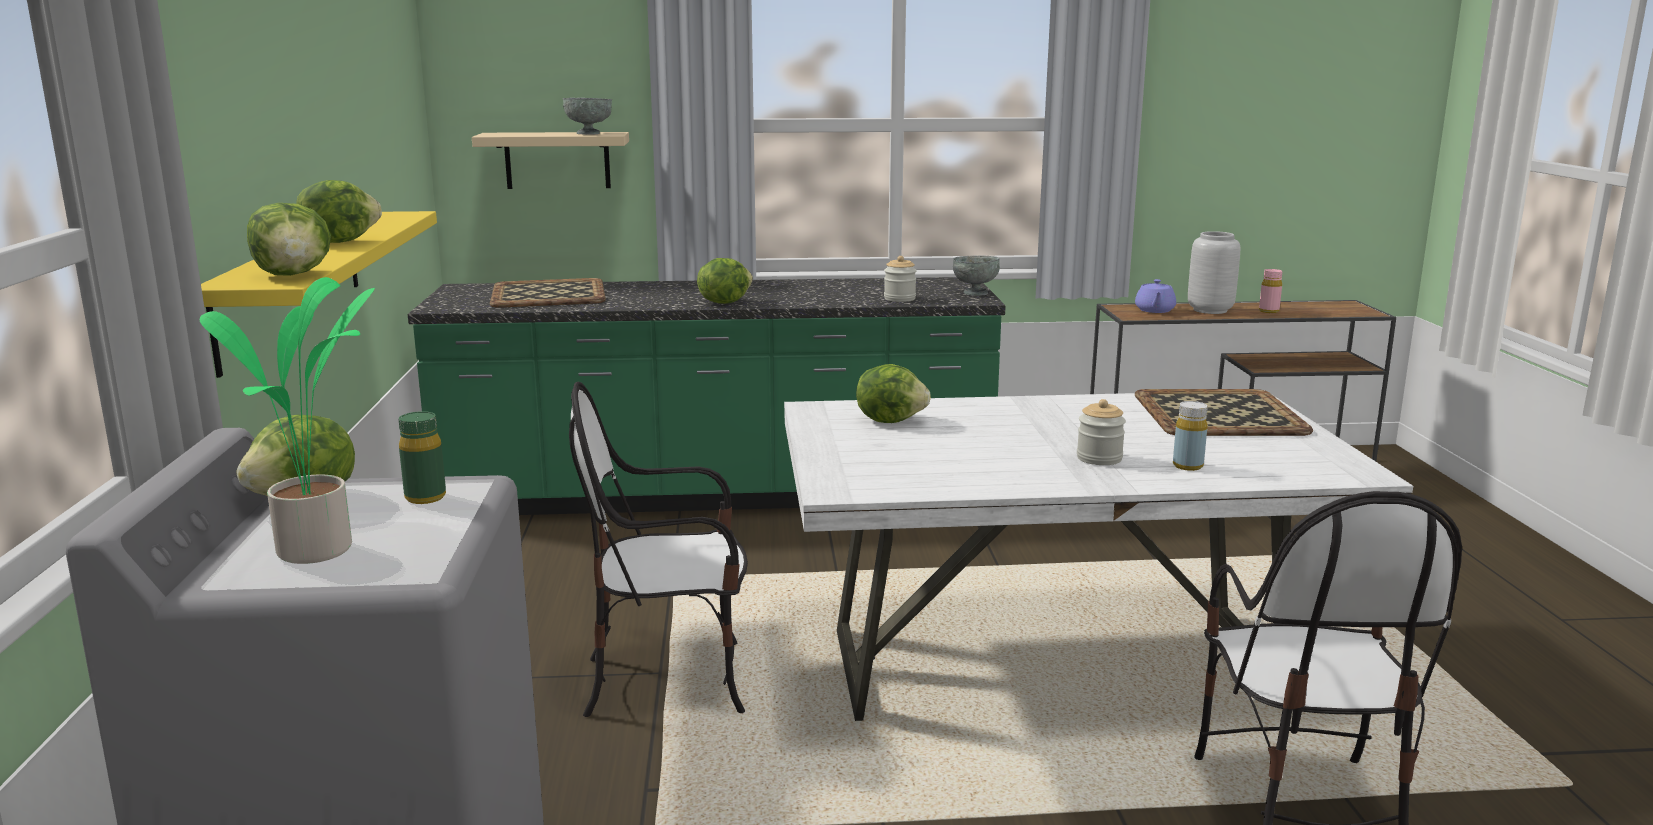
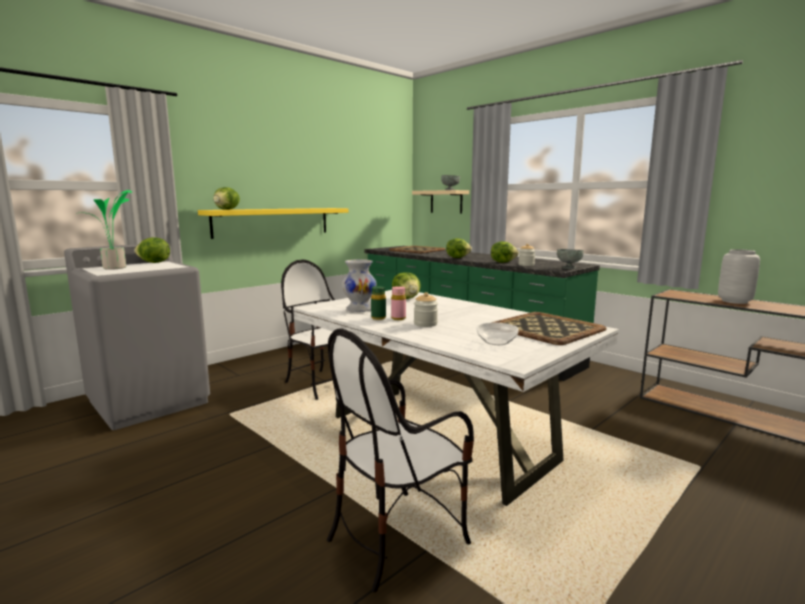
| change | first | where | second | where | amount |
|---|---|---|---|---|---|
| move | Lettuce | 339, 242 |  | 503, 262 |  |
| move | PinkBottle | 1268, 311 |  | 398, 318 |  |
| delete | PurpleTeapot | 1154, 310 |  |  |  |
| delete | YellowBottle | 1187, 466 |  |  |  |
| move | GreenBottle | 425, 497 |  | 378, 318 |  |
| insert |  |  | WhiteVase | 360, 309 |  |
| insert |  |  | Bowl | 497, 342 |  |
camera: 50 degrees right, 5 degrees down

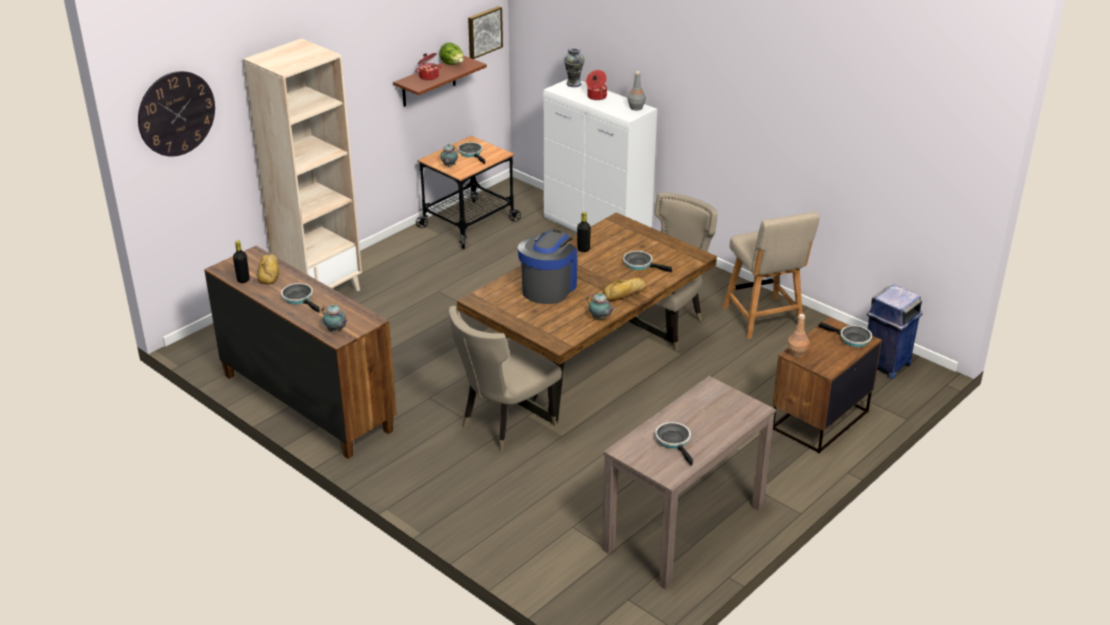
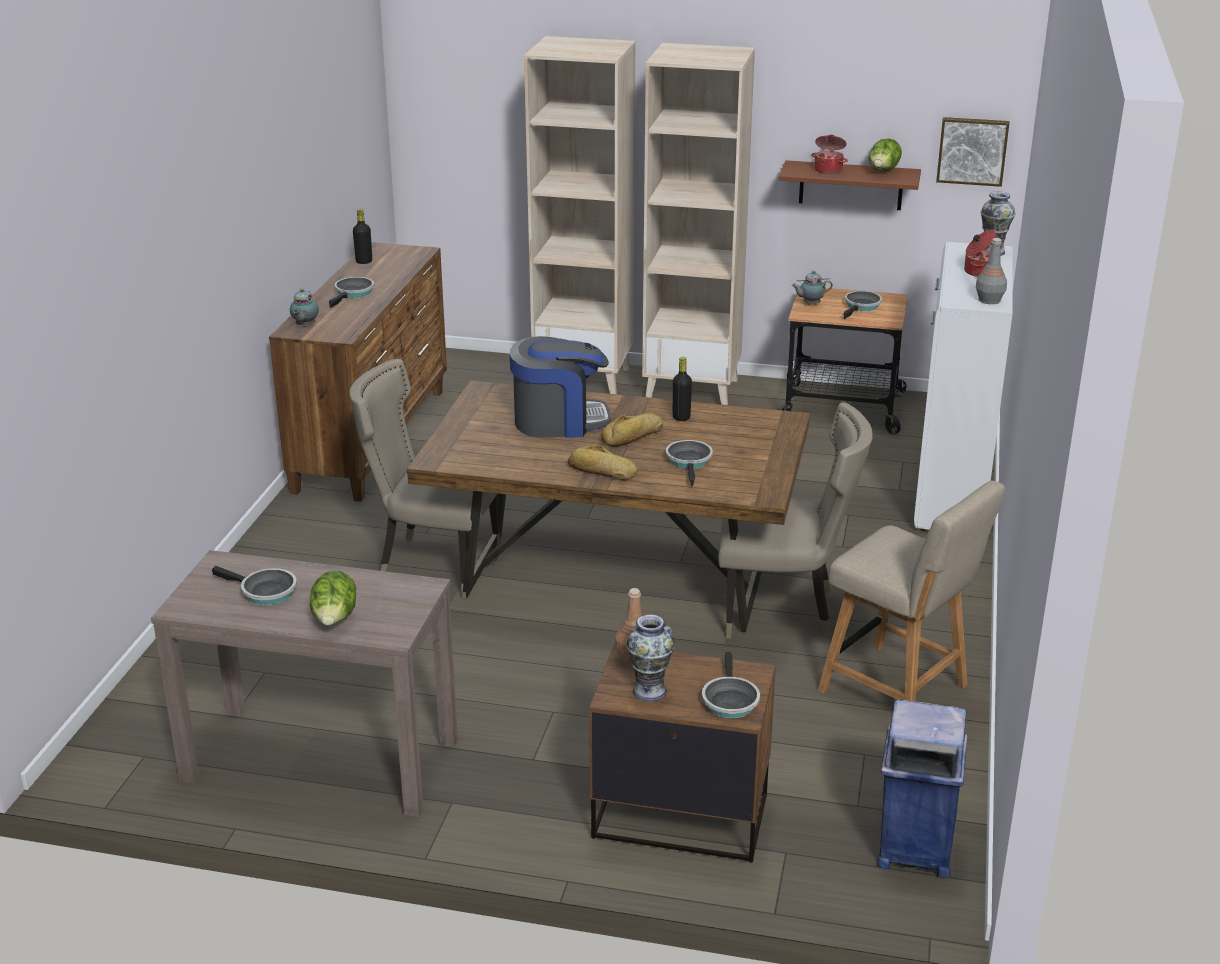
| change | first | where | second | where | amount |
|---|---|---|---|---|---|
| delete | WallClock | 176, 113 |  |  |  |
| rotate | BeigeChair | 764, 319 |  | 899, 691 | 90 degrees counterclockwise |
| move | Bread | 270, 272 |  | 634, 436 |  |
| delete | Teapot | 600, 318 |  |  |  |
| rotate | FryingPan | 674, 441 |  | 264, 592 | 75 degrees clockwise |
| insert |  |  | BeigeBookcase | 693, 389 |  |
| insert |  |  | Lettuce | 335, 620 |  |
| insert |  |  | Vase | 649, 691 |  |
camera: 60 degrees right, 5 degrees down

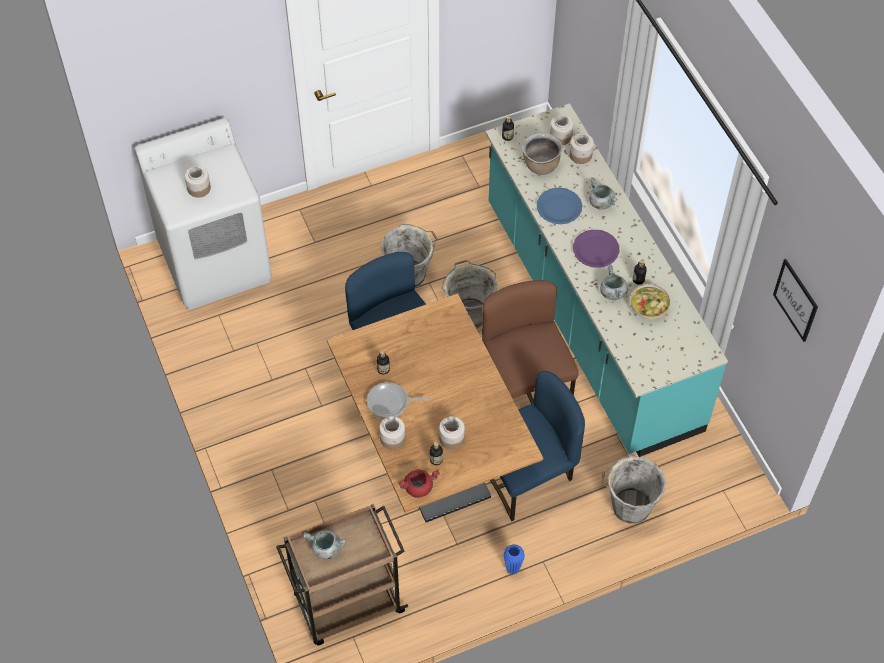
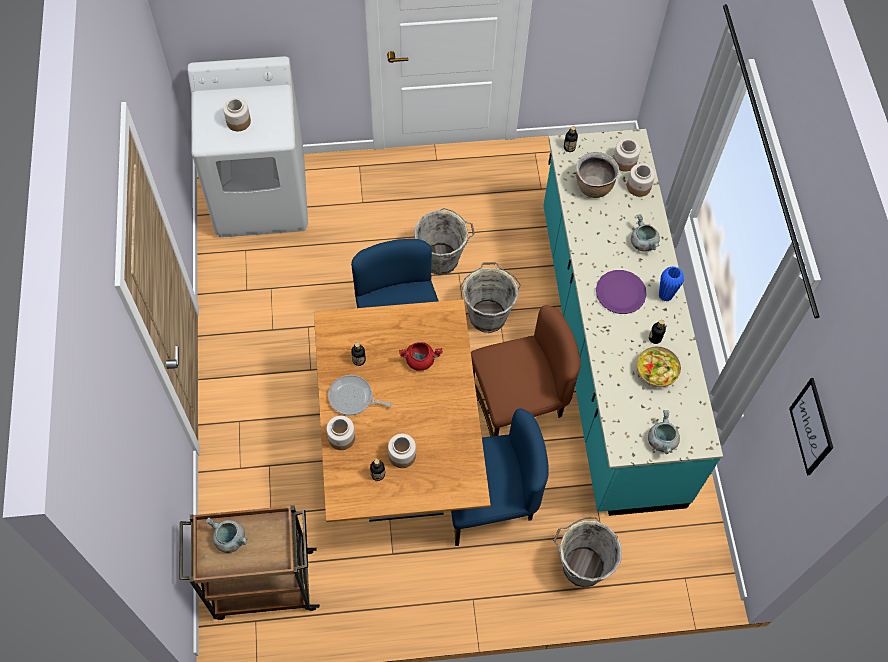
| change | first | where | second | where | amount |
|---|---|---|---|---|---|
| delete | BluePlate | 559, 207 |  |  |  |
| move | GreyCookingPot | 612, 292 |  | 661, 440 |  |
| rotate | BrownChair | 525, 384 |  | 518, 404 | 75 degrees clockwise |
| move | RedCookingPot | 418, 487 |  | 420, 360 |  |
| move | BlueVase | 512, 568 |  | 665, 295 |  |
camera: 15 degrees right, 5 degrees up

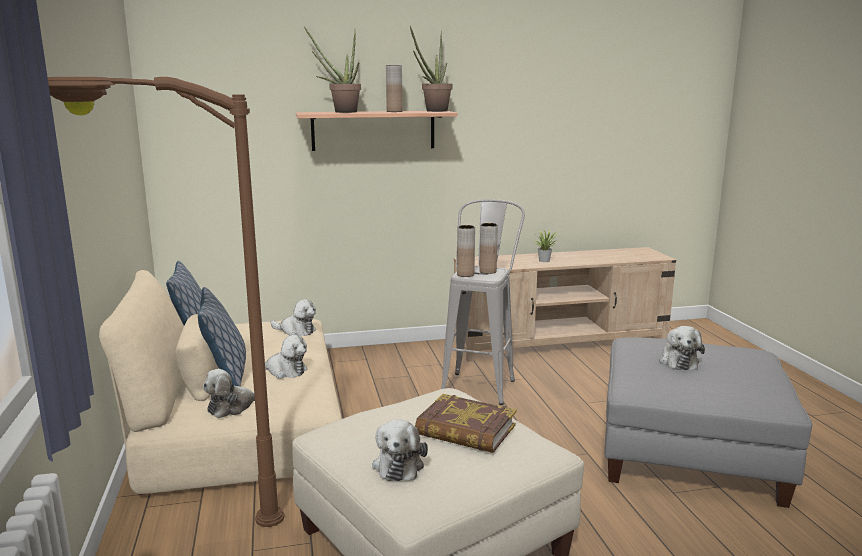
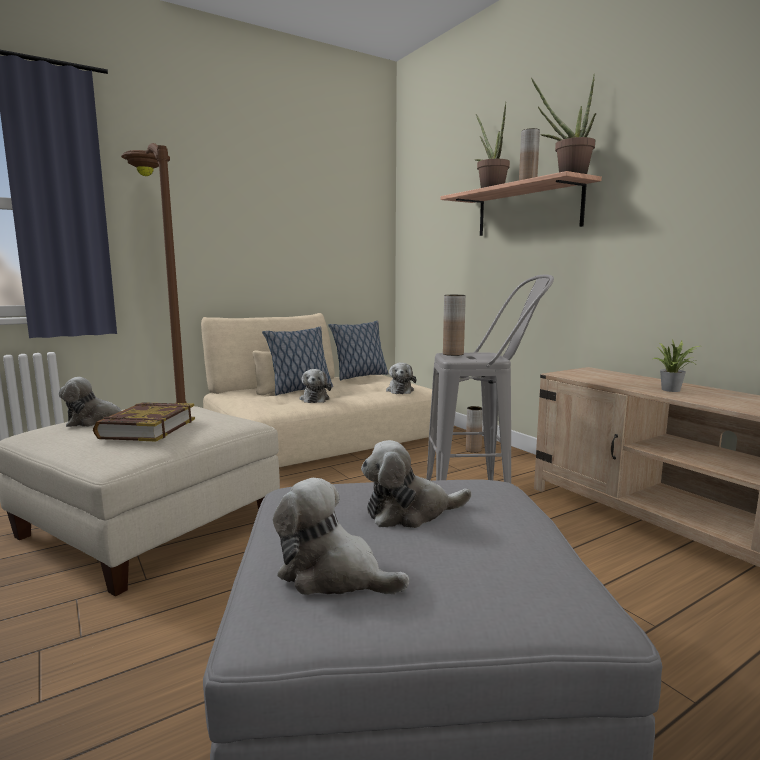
| change | first | where | second | where | amount |
|---|---|---|---|---|---|
| move | BrownVase | 487, 271 |  | 473, 450 |  |
| move | PlushToy | 233, 407 |  | 333, 575 |  |
camera: 70 degrees right, 5 degrees down

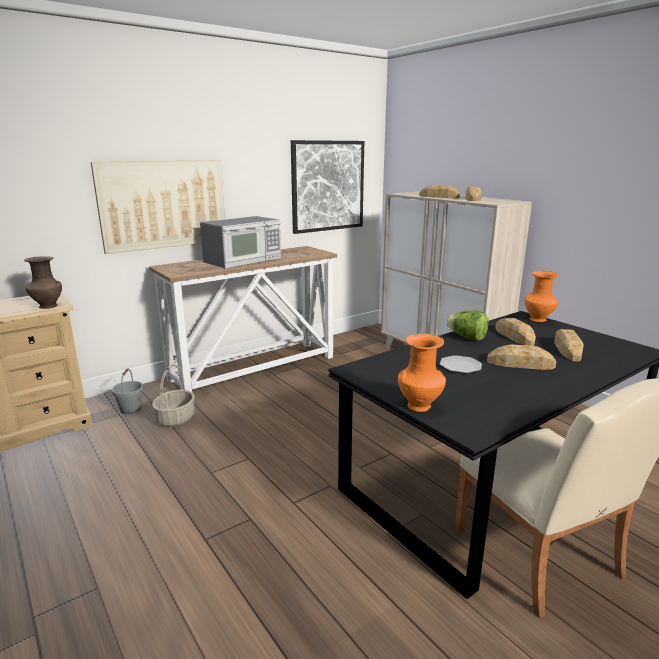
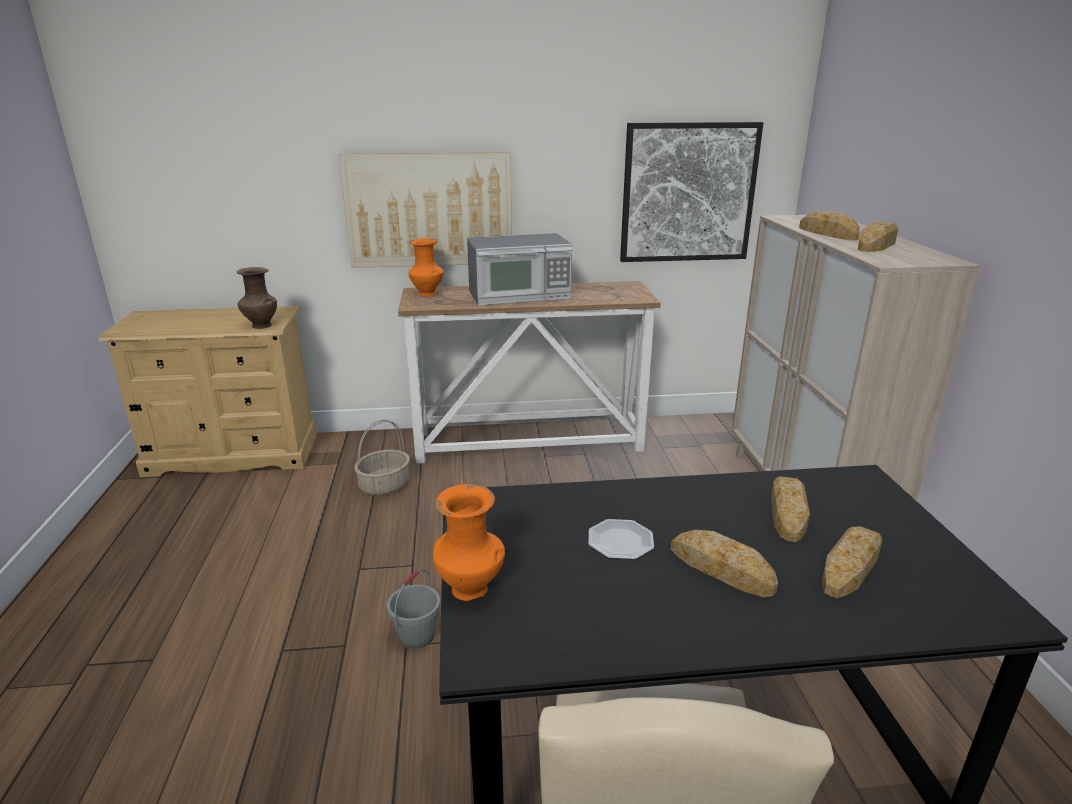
| change | first | where | second | where | amount |
|---|---|---|---|---|---|
| move | OrangeVase | 538, 320 |  | 427, 294 |  |
| delete | Lettuce | 467, 337 |  |  |  |
| move | GreyBucket | 130, 409 |  | 416, 636 |  |
camera: 30 degrees right, 5 degrees up

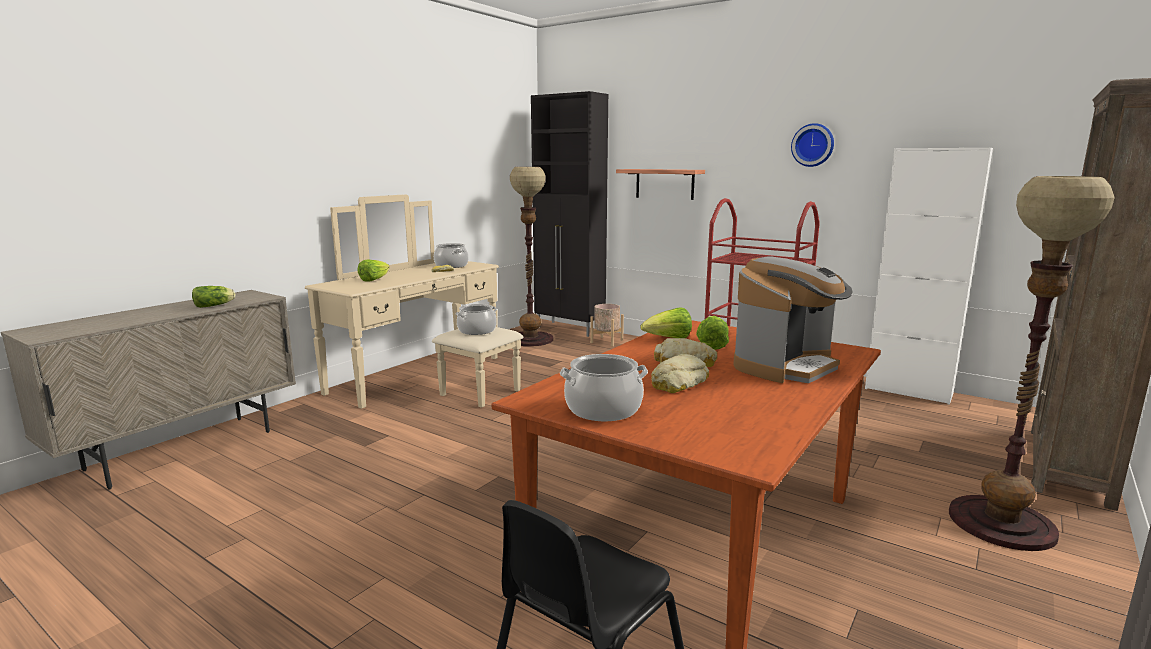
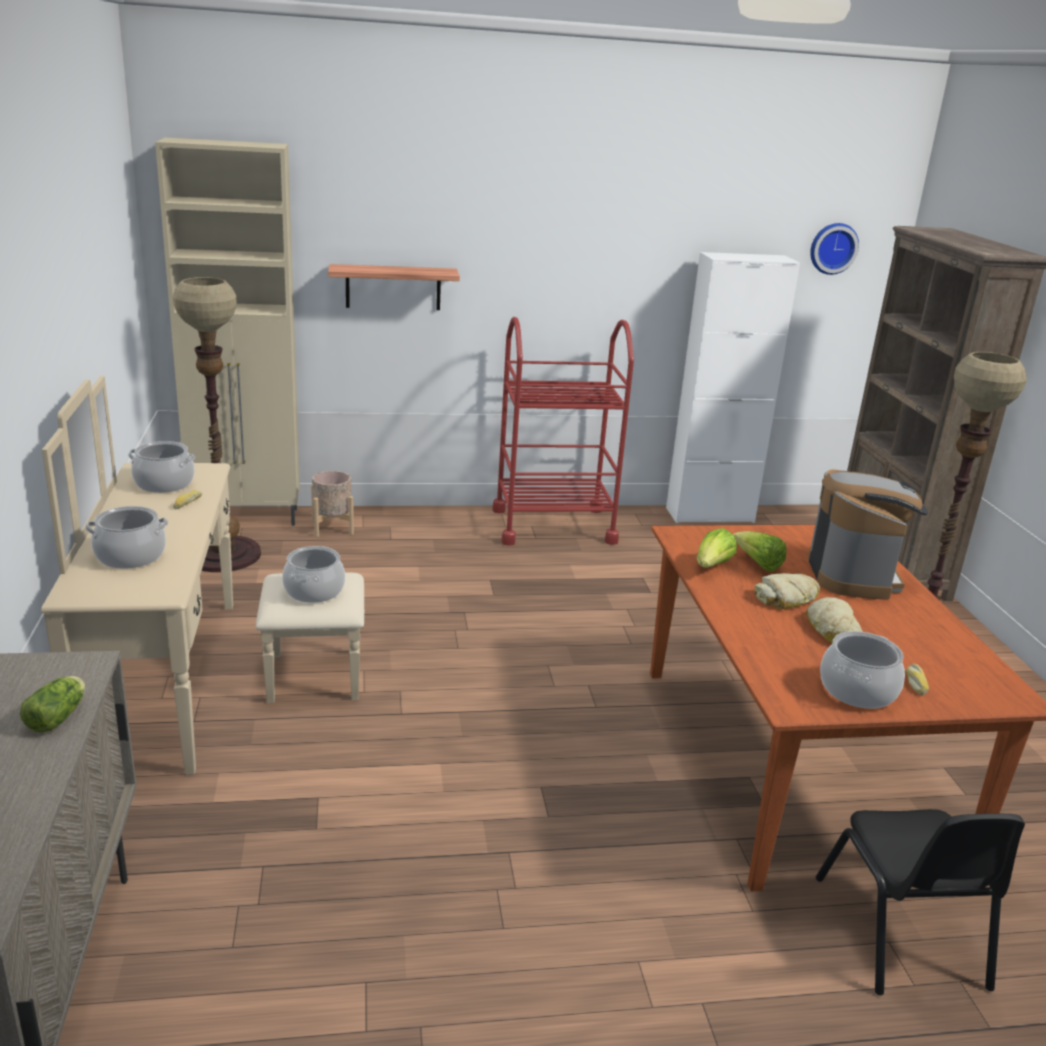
| change | first | where | second | where | amount |
|---|---|---|---|---|---|
| recolor | BlackCabinet | 570, 329 | BeigeCabinet | 247, 517 |  |
| move | WallClock | 813, 145 |  | 832, 248 |  |
| replace | Lettuce | 374, 280 | CookingPot | 130, 556 |  |
| insert |  |  | Bread | 915, 683 |  |
camera: 45 degrees left, 10 degrees up

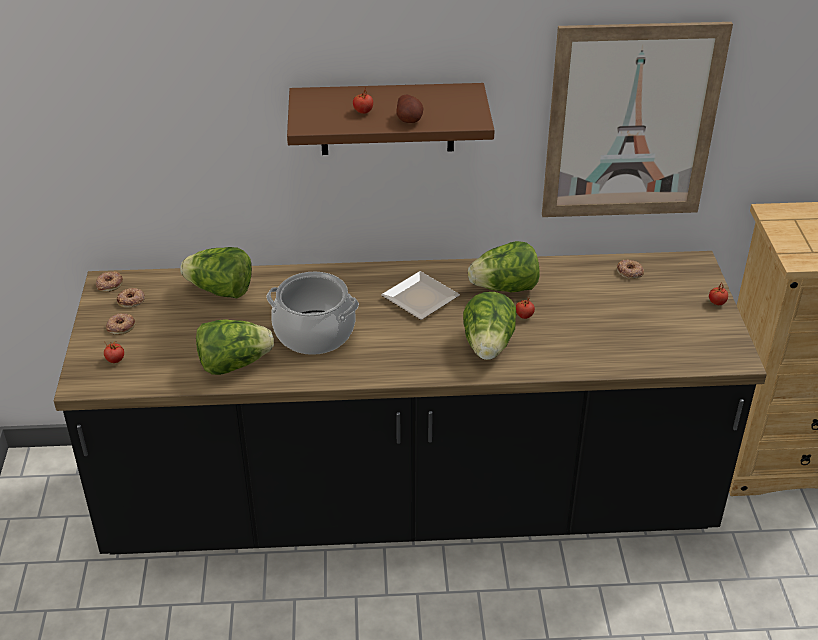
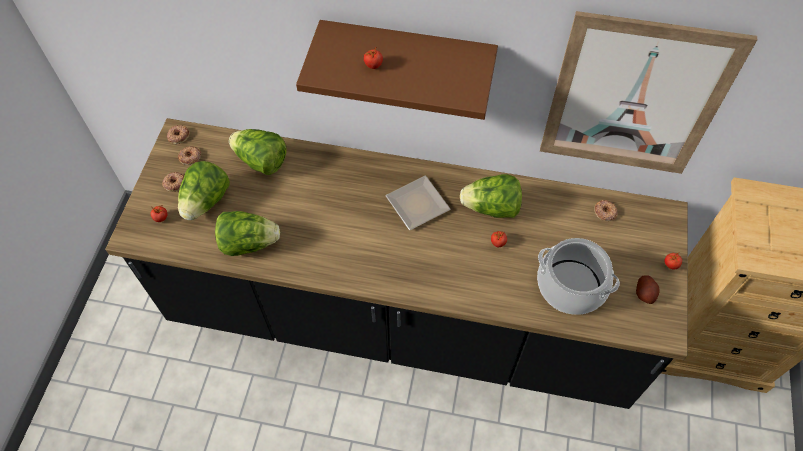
| change | first | where | second | where | amount |
|---|---|---|---|---|---|
| move | Potato | 409, 119 |  | 645, 293 |  |
| move | CookingPot | 314, 333 |  | 570, 286 |  |
| move | Lettuce | 488, 346 |  | 206, 201 |  |
camera: 15 degrees right, 20 degrees up

